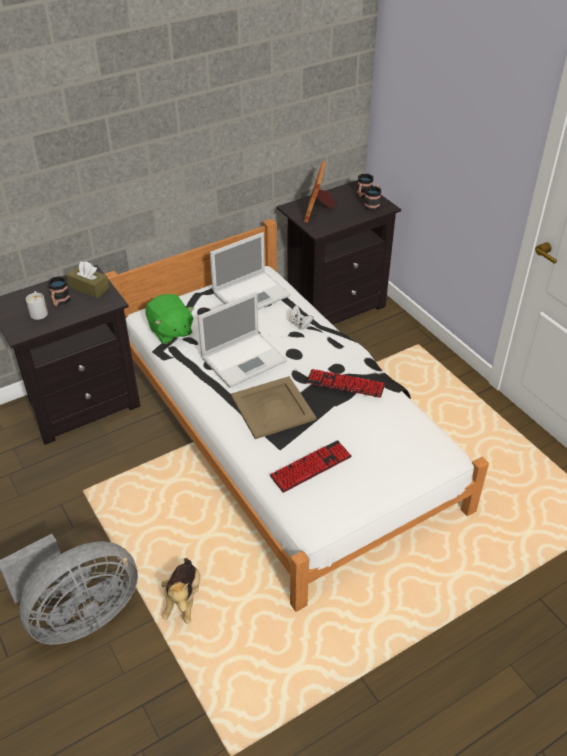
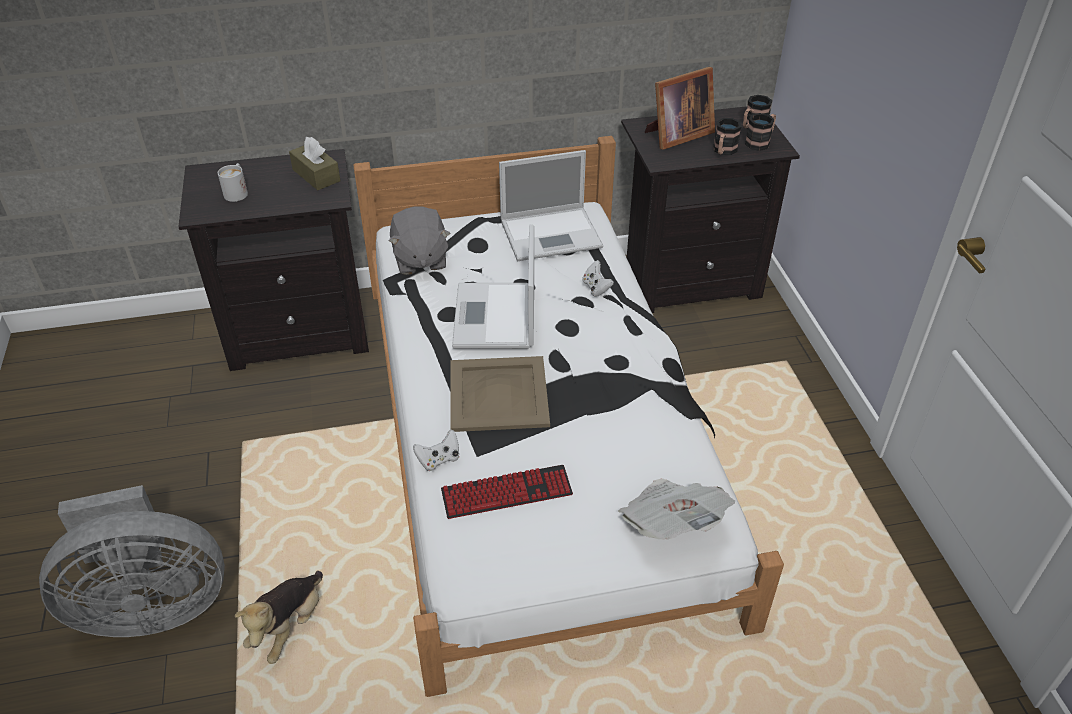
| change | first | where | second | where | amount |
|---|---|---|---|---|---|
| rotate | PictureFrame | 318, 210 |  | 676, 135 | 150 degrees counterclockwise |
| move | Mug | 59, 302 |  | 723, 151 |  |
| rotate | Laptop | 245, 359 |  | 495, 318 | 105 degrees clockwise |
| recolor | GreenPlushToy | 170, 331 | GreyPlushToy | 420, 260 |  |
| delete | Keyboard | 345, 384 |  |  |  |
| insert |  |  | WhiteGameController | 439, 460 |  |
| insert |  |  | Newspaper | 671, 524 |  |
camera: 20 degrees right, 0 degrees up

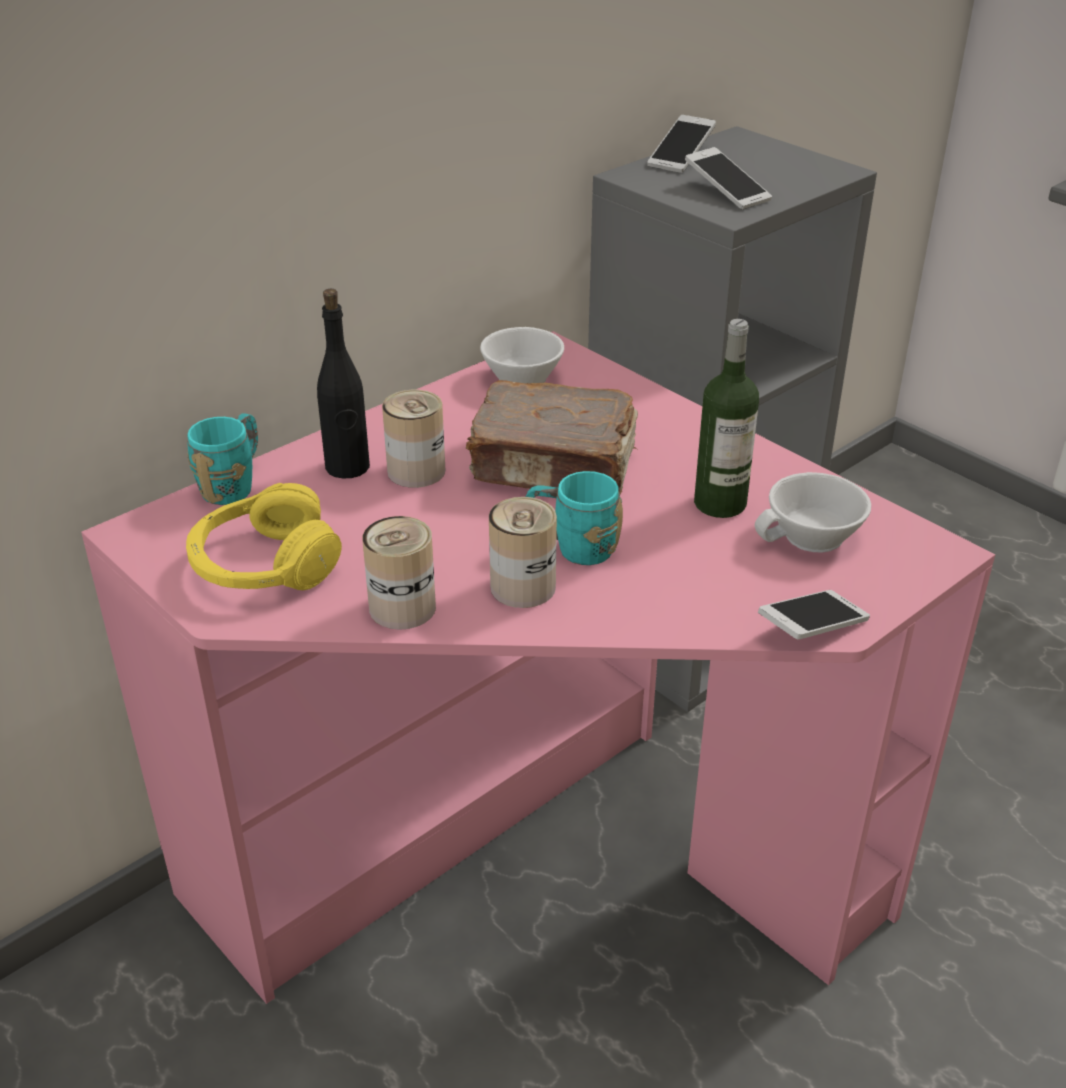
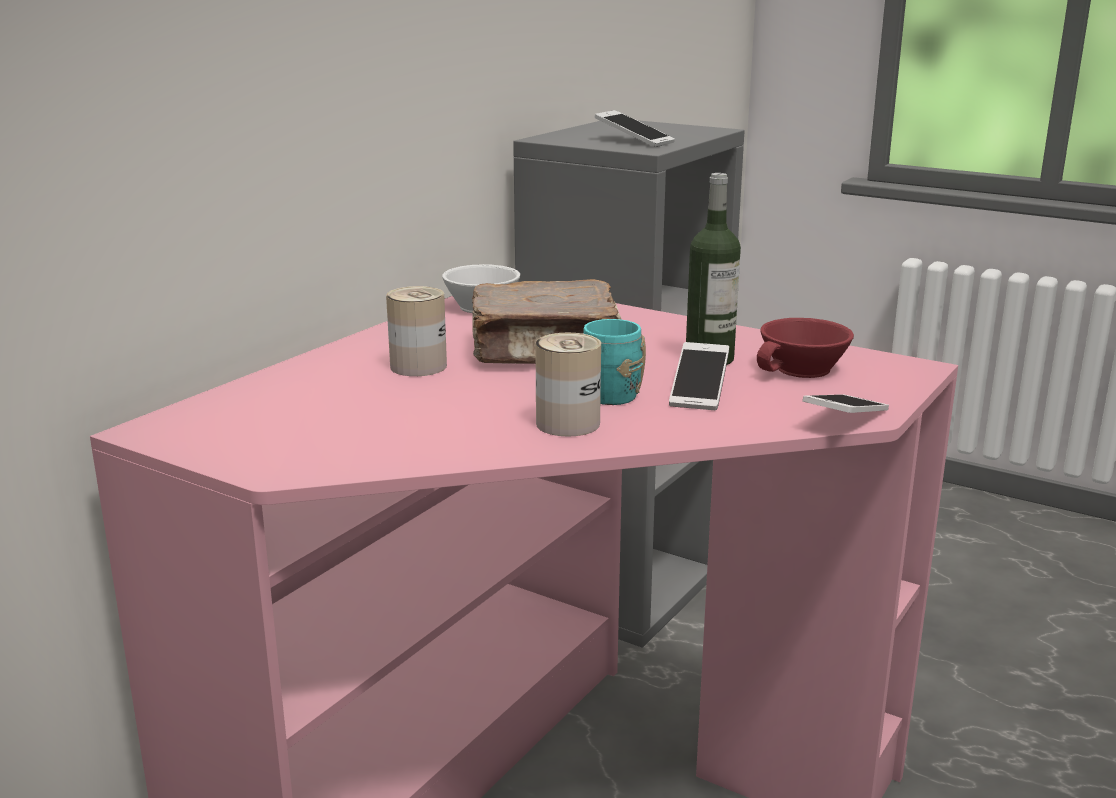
| change | first | where | second | where | amount |
|---|---|---|---|---|---|
| move | Phone | 680, 156 |  | 699, 390 |  |
| delete | BlackBottle | 347, 467 |  |  |  |
| delete | TurquoiseMug | 233, 485 |  |  |  |
| recolor | WhiteCup | 813, 538 | RedCup | 804, 370 |  |
| delete | YellowHeadphones | 264, 565 |  |  |  |
| delete | Can | 402, 607 |  |  |  |
camera: 15 degrees left, 15 degrees down

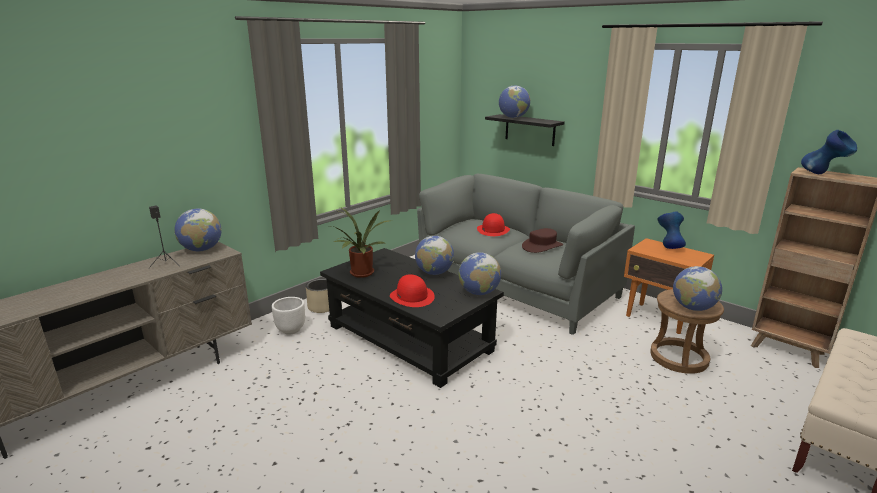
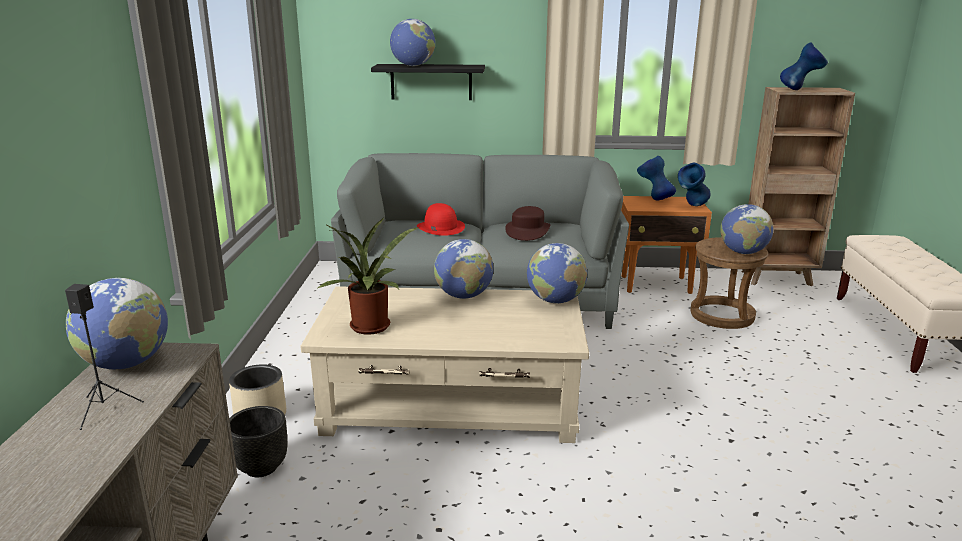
| change | first | where | second | where | amount |
|---|---|---|---|---|---|
| recolor | BlackCoffeeTable | 409, 338 | BeigeCoffeeTable | 452, 404 |  |
| delete | RedHat | 412, 296 |  |  |  |
| recolor | WhitePlanter | 290, 330 | BlackPlanter | 261, 468 |  |
| insert |  |  | BlueVase | 692, 206 |  |
camera: 40 degrees left, 0 degrees up

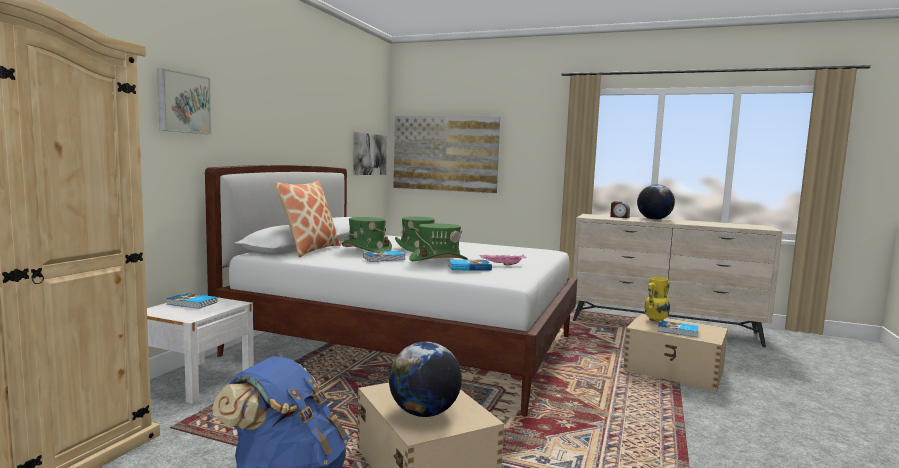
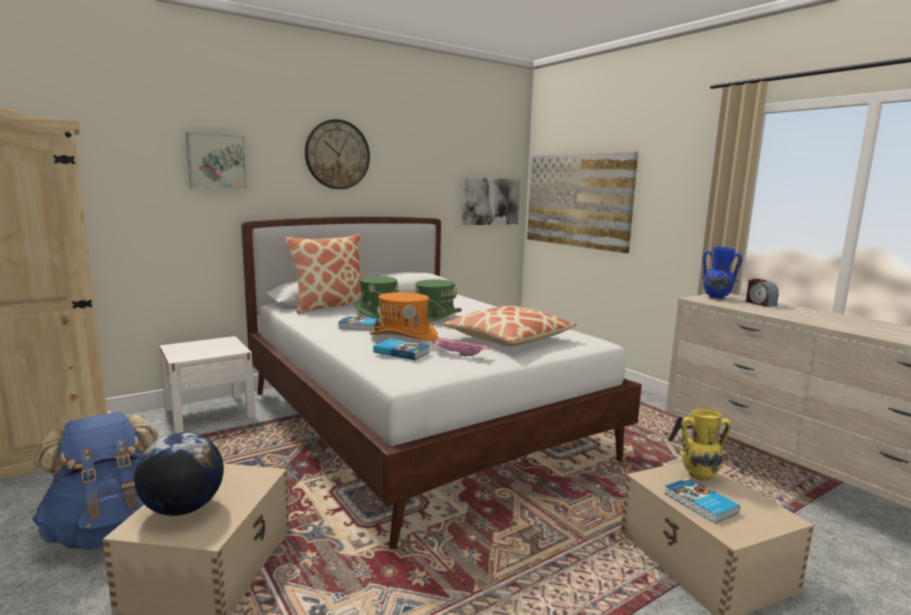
| change | first | where | second | where | amount |
|---|---|---|---|---|---|
| delete | Globe | 654, 219 |  |  |  |
| recolor | GreenHat | 438, 260 | OrangeHat | 403, 336 |  |
| delete | Book | 191, 303 |  |  |  |
| insert |  |  | WallClock | 337, 154 |  |
| insert |  |  | BlueVase | 717, 298 |  |
| insert |  |  | Pillow | 509, 339 |  |
camera: 35 degrees right, 5 degrees up

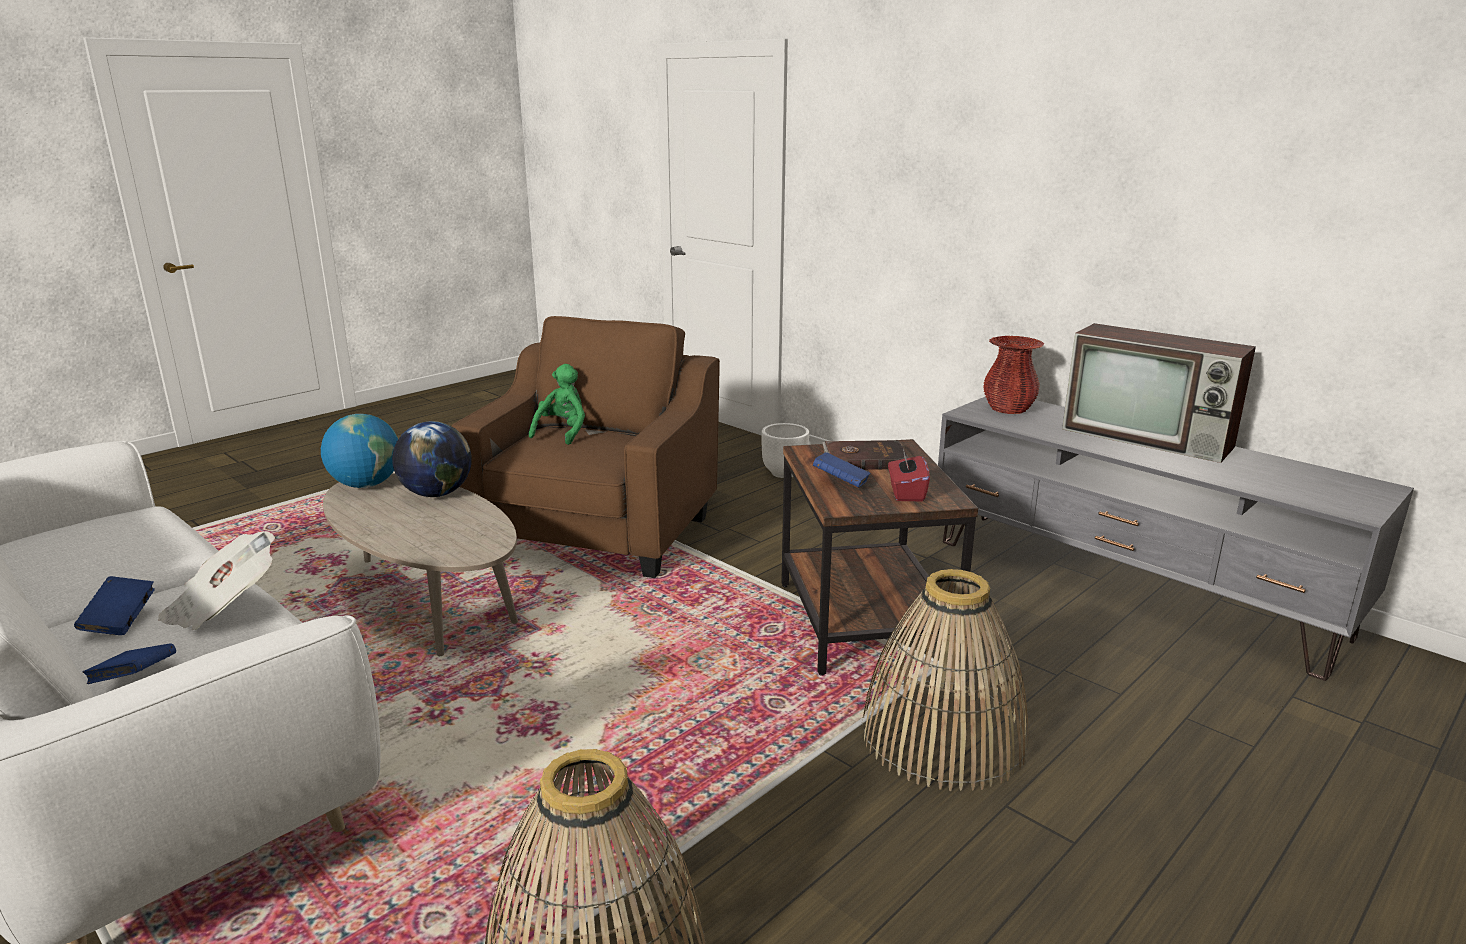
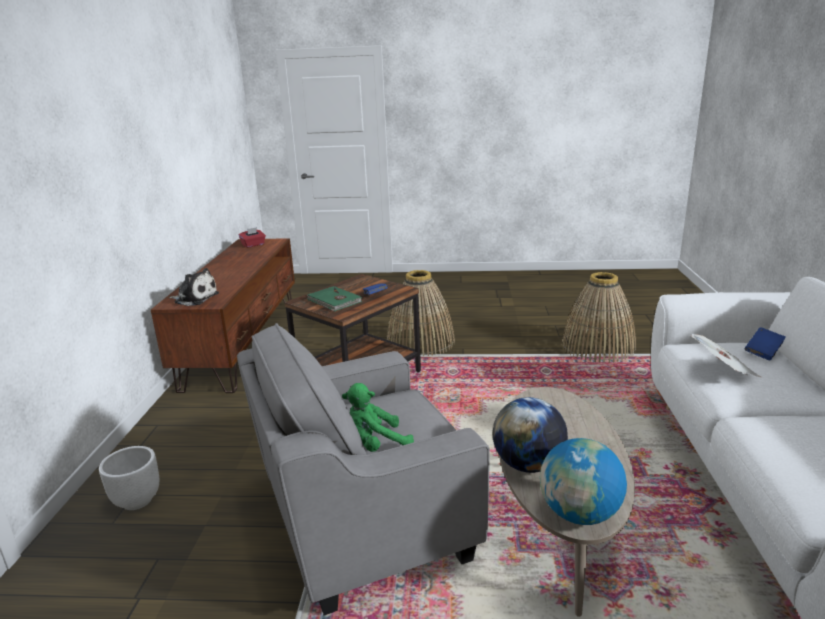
| change | first | where | second | where | amount |
|---|---|---|---|---|---|
| recolor | BrownArmchair | 598, 533 | GreyArmchair | 364, 522 |  |
| delete | Television | 1150, 438 |  |  |  |
| replace | RedVase | 1008, 409 | PlushToy | 195, 298 |  |
| recolor | GreyTvStand | 1131, 586 | BrownTvStand | 243, 342 |  |
| recolor | BrownBook | 864, 459 | GreenBook | 334, 301 |  |
| move | RedTissueBox | 906, 493 |  | 253, 245 |  |
| delete | BlueBook | 120, 620 |  |  |  |
camera: 130 degrees left, 0 degrees up

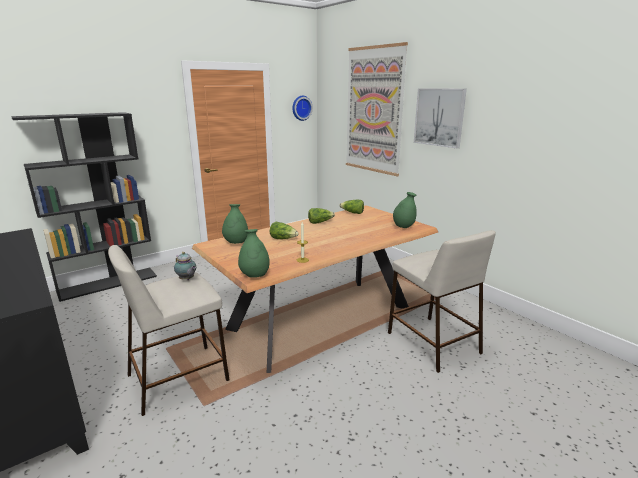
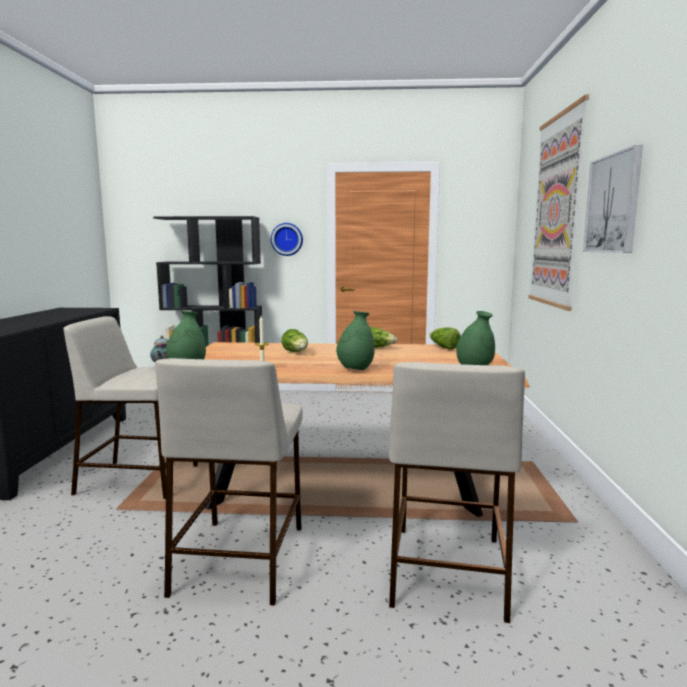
| change | first | where | second | where | amount |
|---|---|---|---|---|---|
| move | WallClock | 301, 108 |  | 287, 239 |  |
| move | GreenVase | 236, 243 |  | 355, 369 |  |
| insert |  |  | BeigeStool | 240, 557 |  |
camera: 40 degrees right, 10 degrees down

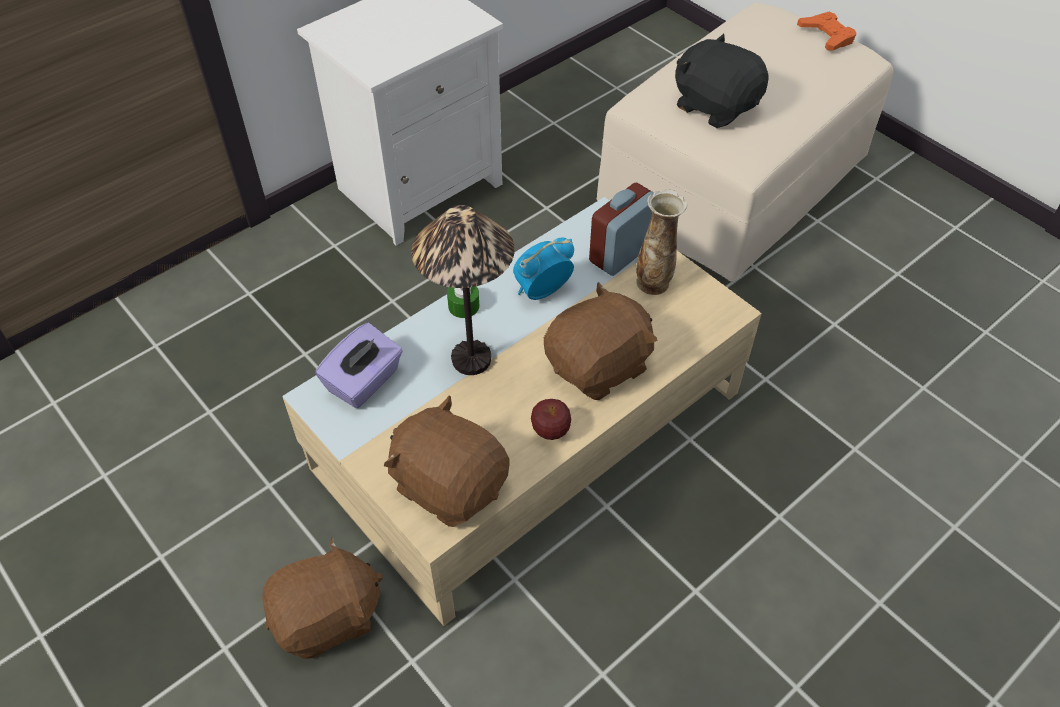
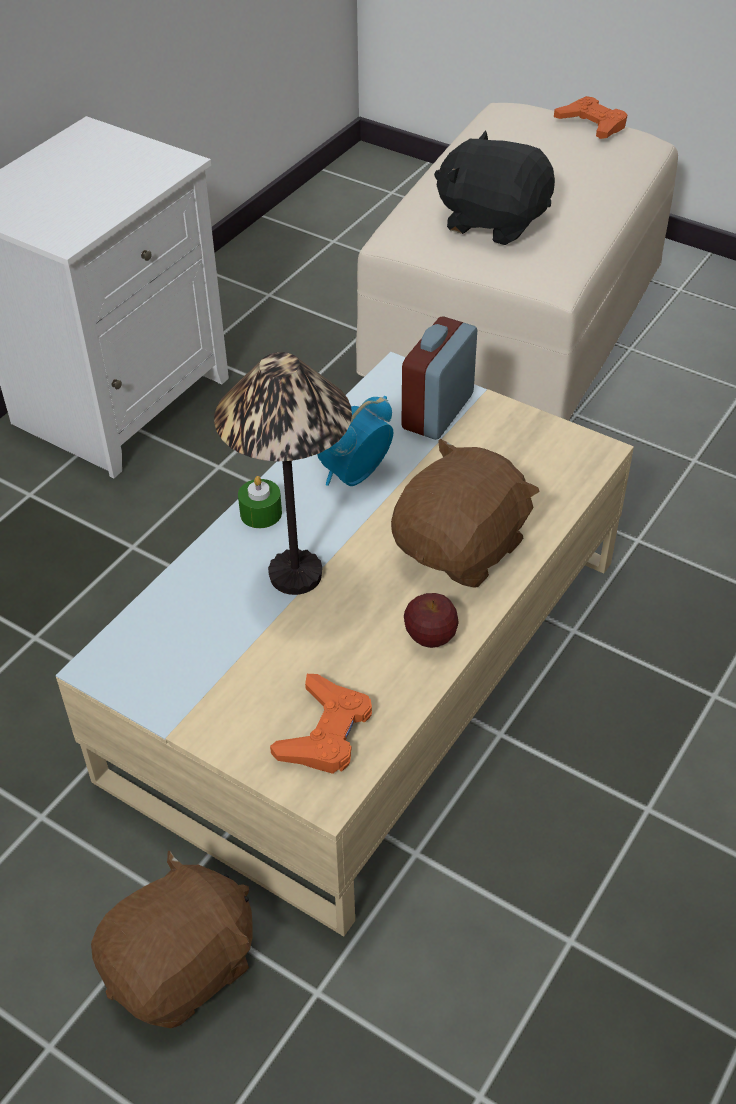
| change | first | where | second | where | amount |
|---|---|---|---|---|---|
| delete | Vase | 653, 283 |  |  |  |
| delete | PurpleTissueBox | 364, 382 |  |  |  |
| replace | BrownPlushToy | 450, 484 | OrangeGameController | 325, 732 |  |
camera: 15 degrees left, 5 degrees down

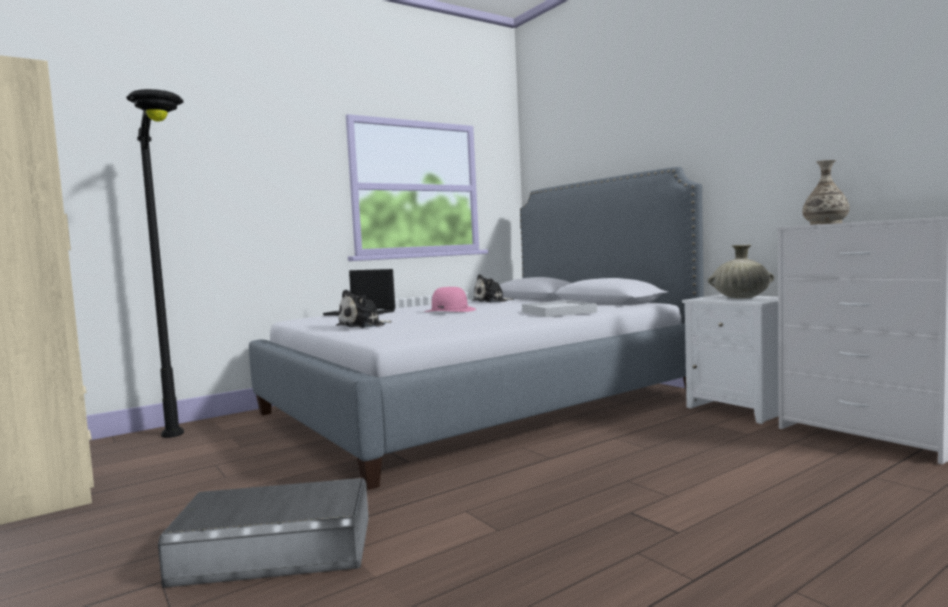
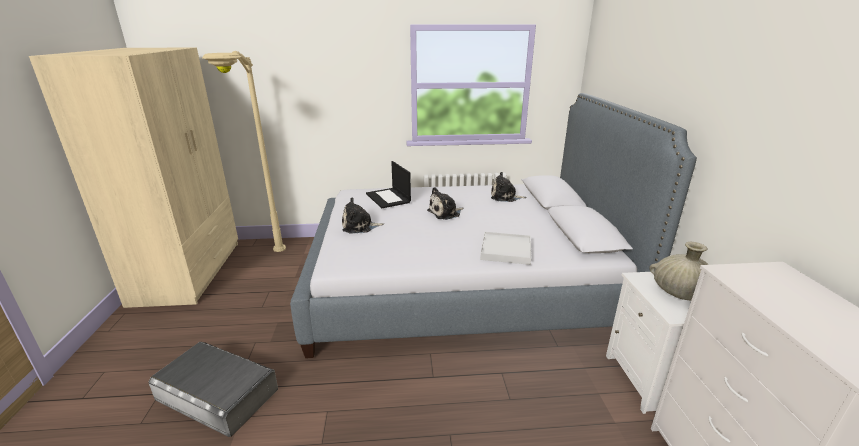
| change | first | where | second | where | amount |
|---|---|---|---|---|---|
| recolor | BlackFloorLamp | 184, 451 | BeigeFloorLamp | 269, 269 |  |
| delete | Vase | 825, 223 |  |  |  |
| replace | PinkHat | 450, 310 | PlushToy | 445, 213 |  |
camera: 30 degrees right, 20 degrees up

